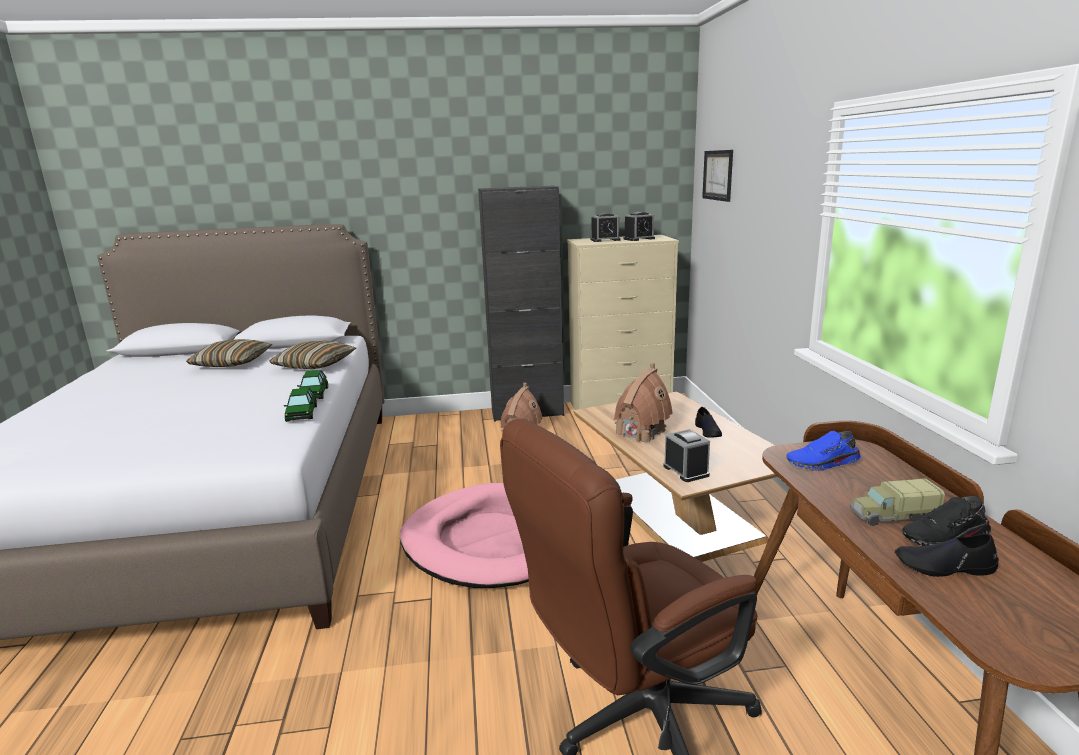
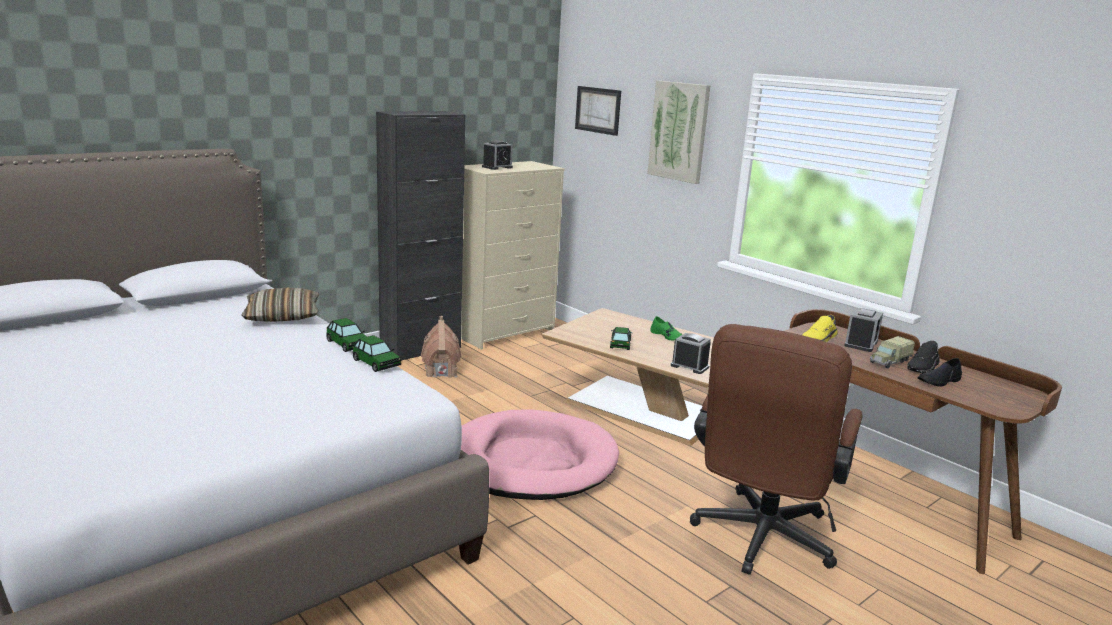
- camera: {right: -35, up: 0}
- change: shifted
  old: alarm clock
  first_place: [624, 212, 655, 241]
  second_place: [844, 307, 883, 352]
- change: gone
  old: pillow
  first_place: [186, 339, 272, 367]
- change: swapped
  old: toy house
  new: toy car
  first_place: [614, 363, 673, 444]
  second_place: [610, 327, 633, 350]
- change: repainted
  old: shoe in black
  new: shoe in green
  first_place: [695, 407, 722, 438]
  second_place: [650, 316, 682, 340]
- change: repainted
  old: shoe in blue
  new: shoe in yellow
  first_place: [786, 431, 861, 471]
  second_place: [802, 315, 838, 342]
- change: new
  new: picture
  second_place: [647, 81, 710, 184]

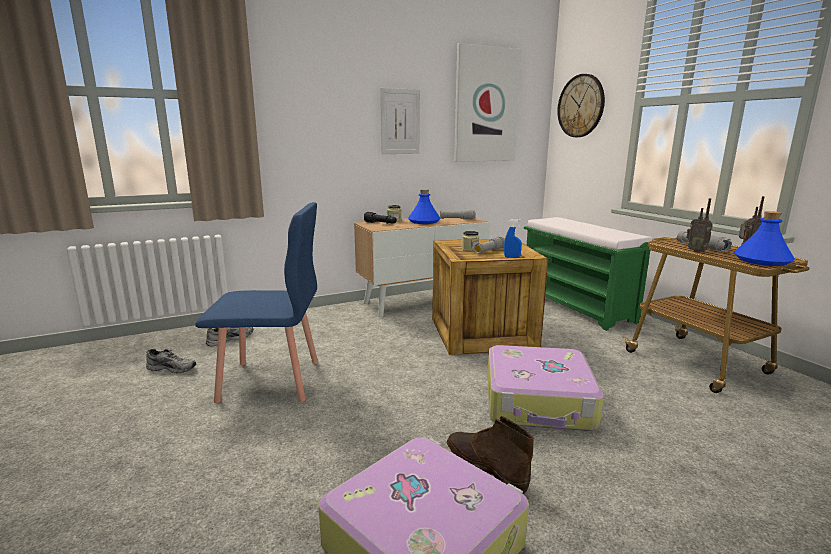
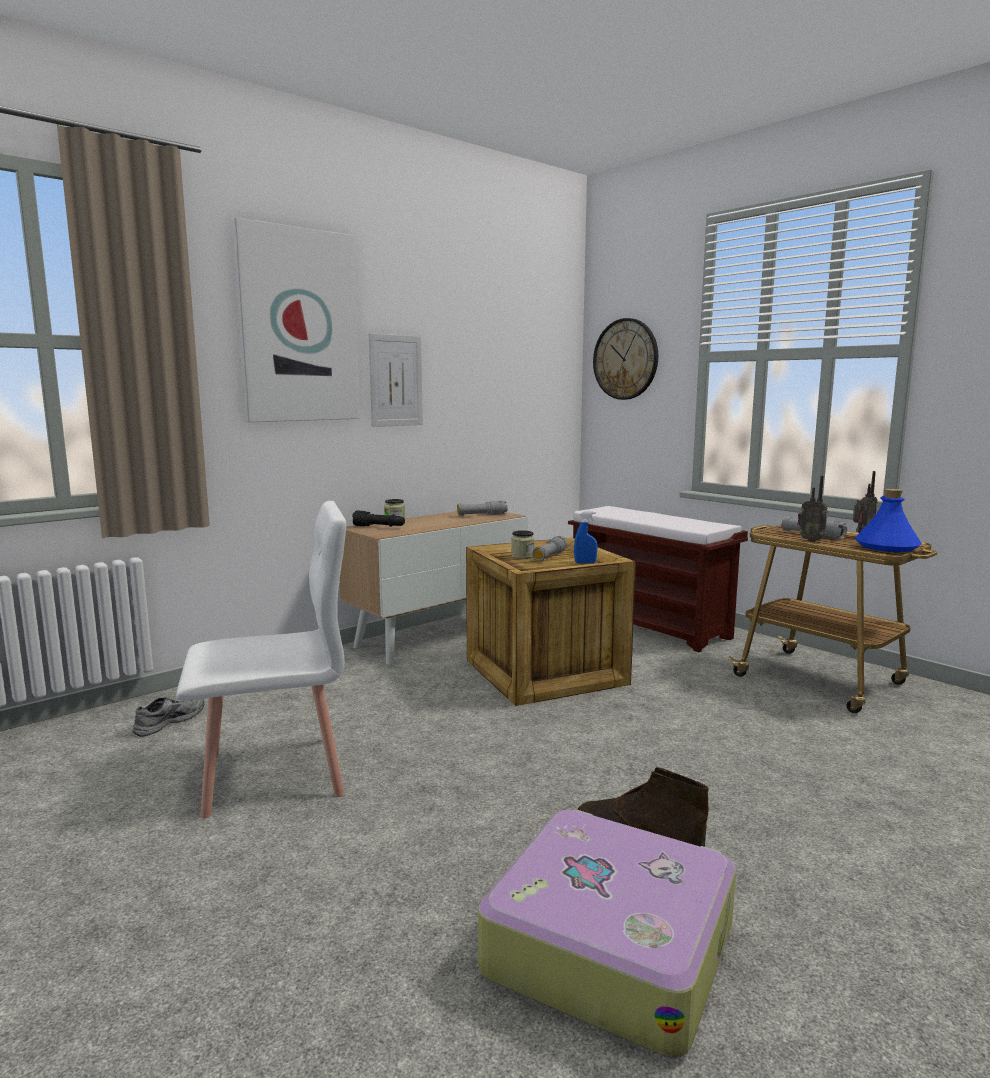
- camera: {right: -15, up: -5}
- change: shifted
  old: picture
  first_place: [454, 43, 522, 162]
  second_place: [232, 217, 360, 422]
- change: gone
  old: bottle in blue
  first_place: [408, 189, 441, 224]
- change: repainted
  old: chair in blue
  new: chair in white
  first_place: [195, 202, 318, 403]
  second_place: [176, 501, 346, 818]
- change: repainted
  old: bench in green
  new: bench in brown
  first_place: [524, 217, 652, 331]
  second_place: [568, 506, 748, 652]
- change: gone
  old: suitcase
  first_place: [487, 345, 604, 431]
- change: gone
  old: shoe in grey
  first_place: [146, 349, 196, 373]

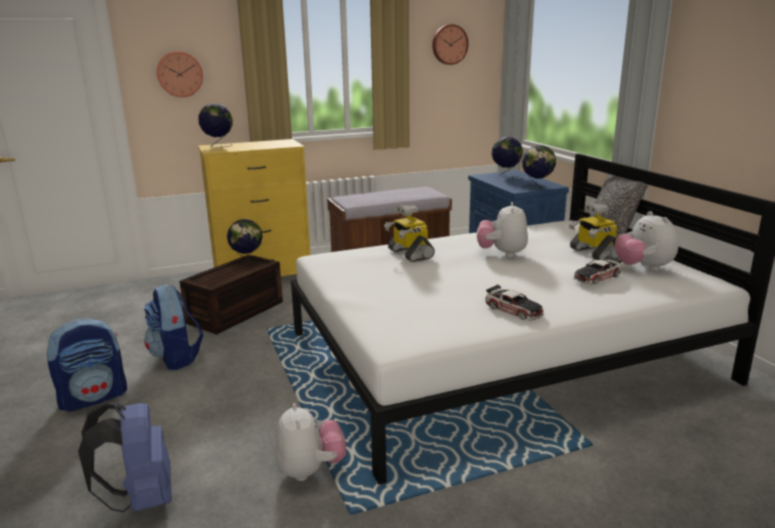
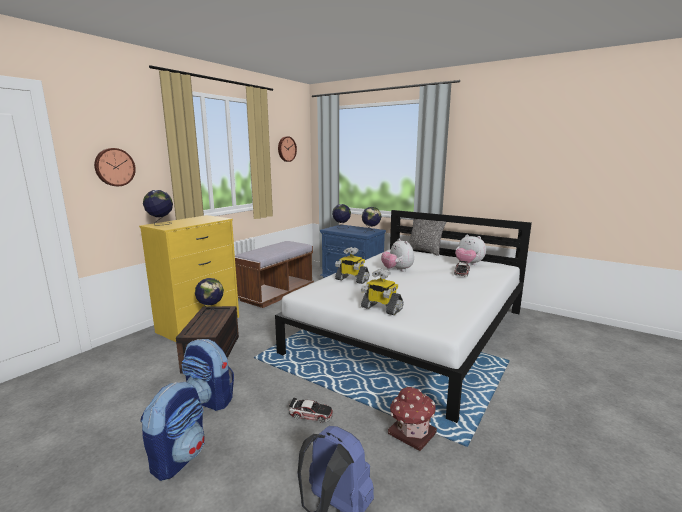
- camera: {right: -35, up: -5}
- change: shifted
  old: toy robot
  first_place: [569, 203, 619, 260]
  second_place: [361, 269, 404, 315]
- change: shifted
  old: toy car
  first_place: [485, 285, 543, 320]
  second_place: [289, 398, 333, 423]
- change: swapped
  old: plush toy
  new: toy house
  first_place: [275, 403, 346, 481]
  second_place: [388, 387, 437, 451]

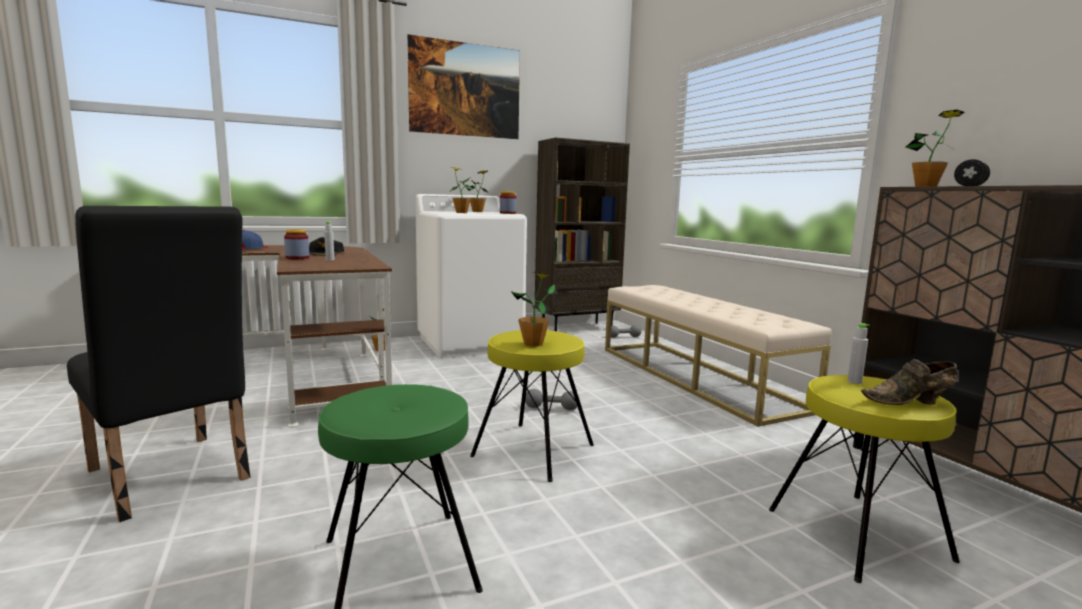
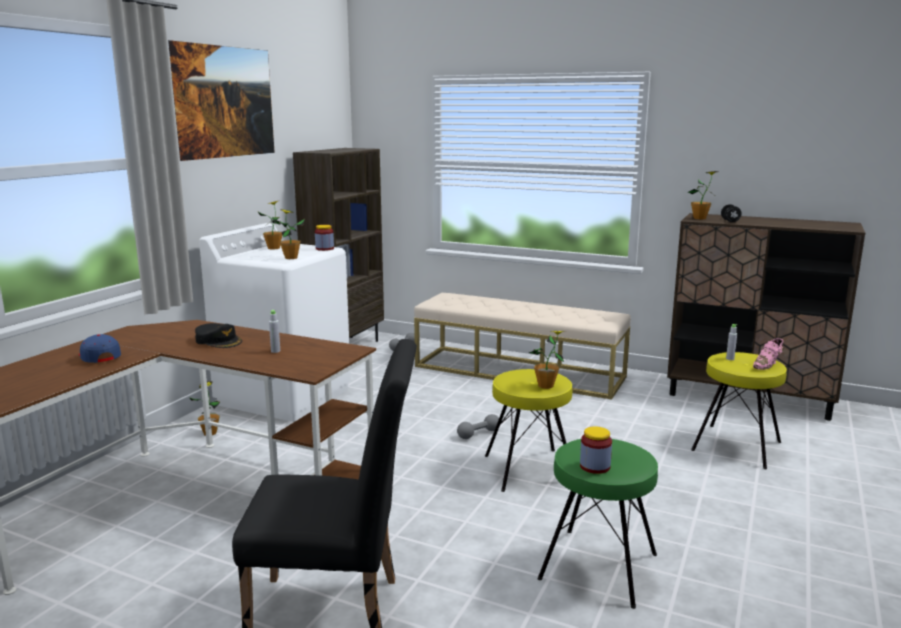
- camera: {right: -40, up: 5}
- change: shifted
  old: jar
  first_place: [284, 230, 309, 259]
  second_place: [580, 426, 612, 474]
- change: repainted
  old: shoe in brown
  new: shoe in pink
  first_place: [861, 359, 958, 405]
  second_place: [753, 338, 784, 370]

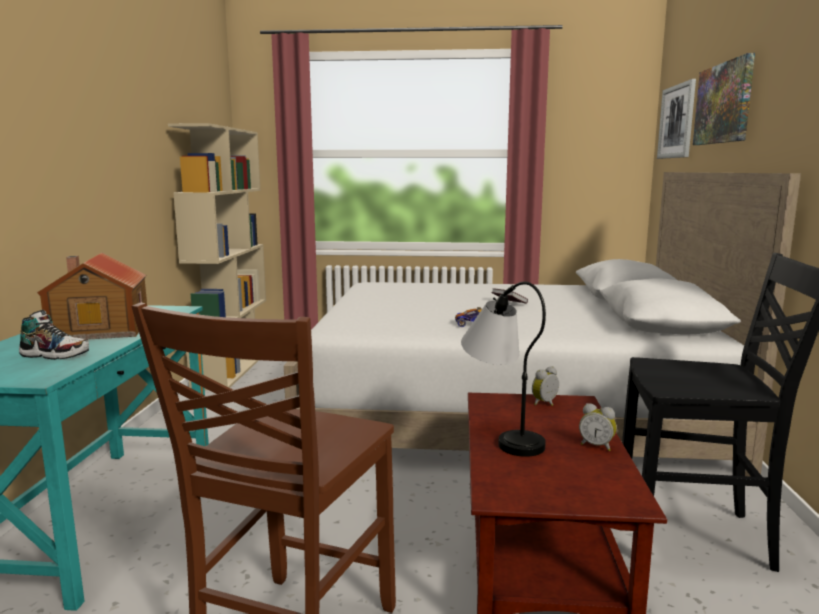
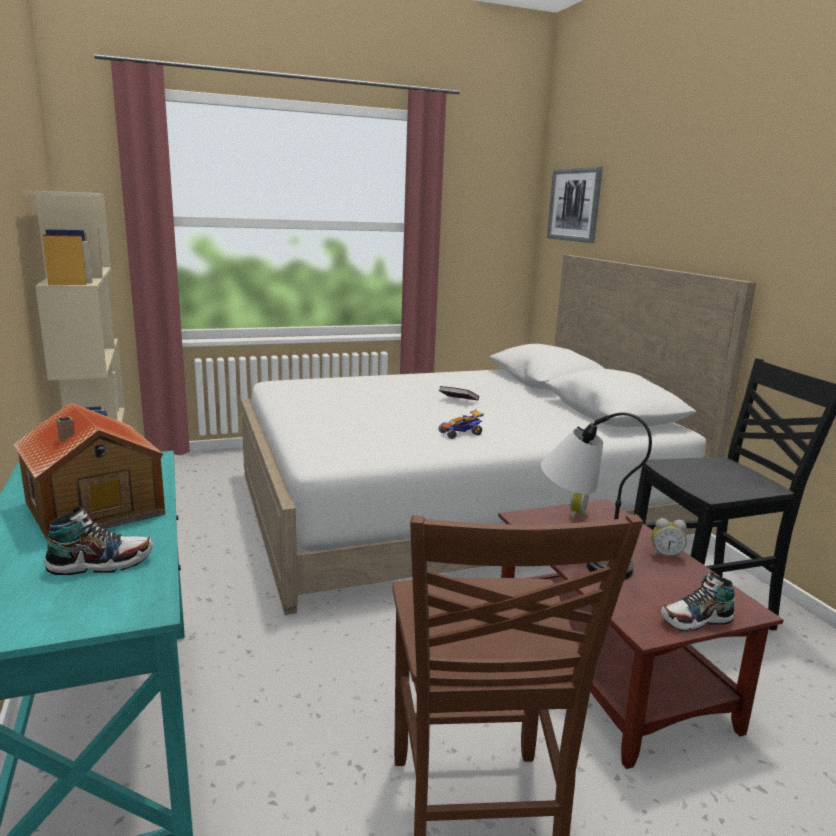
- camera: {right: -25, up: 5}
- change: gone
  old: picture
  first_place: [693, 53, 755, 145]
- change: new
  new: shoe
  second_place: [661, 572, 735, 631]

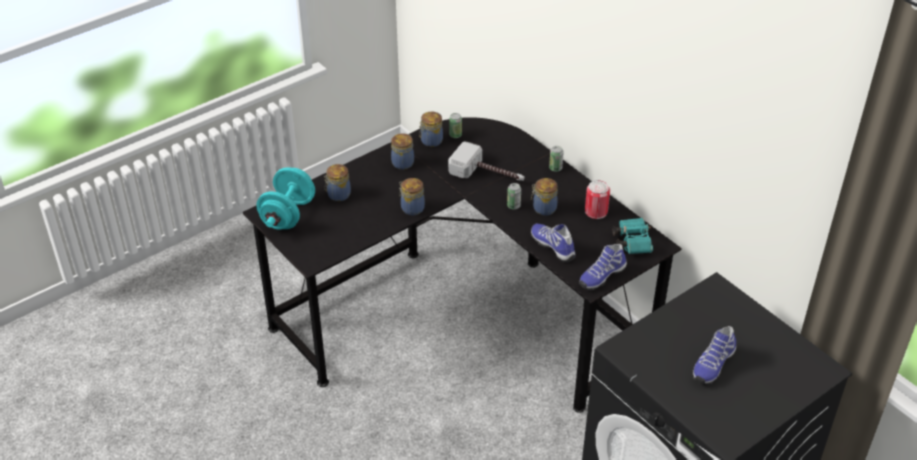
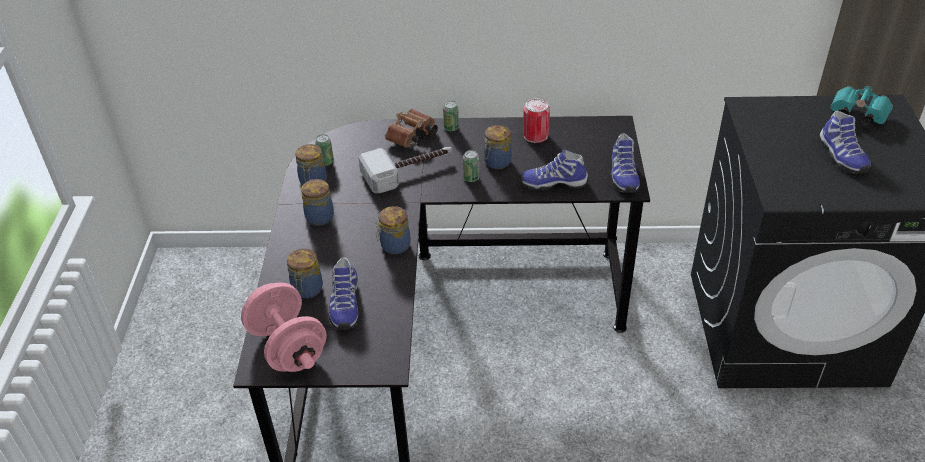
- camera: {right: -50, up: 0}
- change: repainted
  old: dumbbell in turquoise
  new: dumbbell in pink
  first_place: [256, 167, 315, 230]
  second_place: [241, 283, 326, 372]
- change: shifted
  old: binoculars in turquoise
  first_place: [612, 218, 653, 254]
  second_place: [830, 86, 893, 127]
- change: new
  new: binoculars in brown
  second_place: [385, 109, 438, 148]
- change: new
  new: shoe
  second_place: [329, 257, 359, 330]

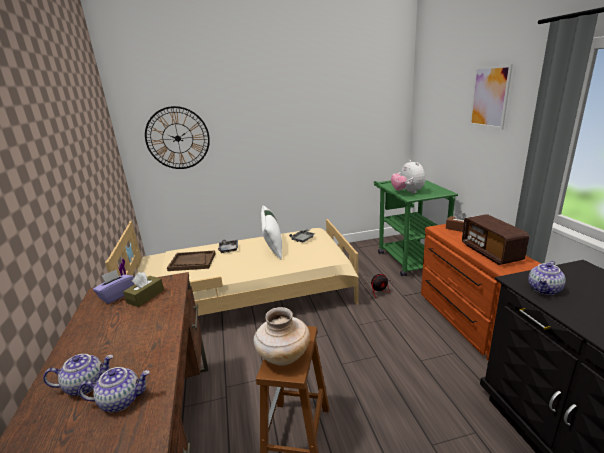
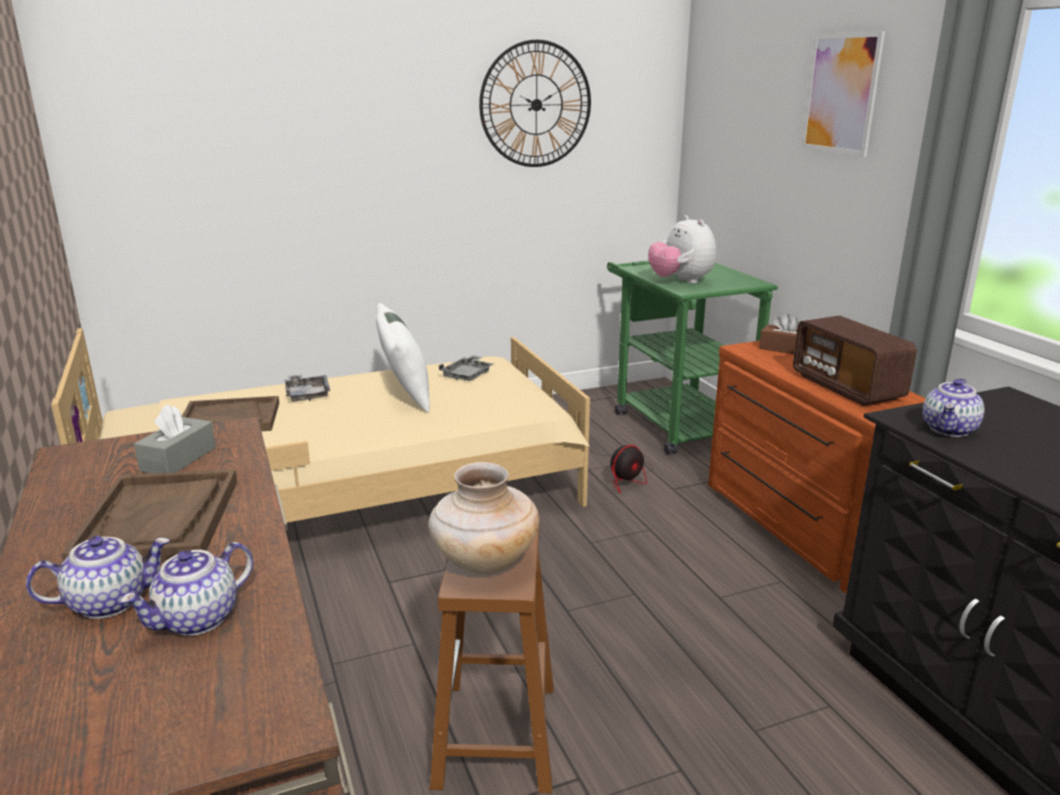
- camera: {right: -10, up: 0}
- change: shifted
  old: wall clock
  first_place: [145, 106, 210, 169]
  second_place: [479, 40, 591, 167]
- change: gone
  old: tissue box in purple
  first_place: [93, 270, 134, 304]
- change: repainted
  old: tissue box in brown
  new: tissue box in grey
  first_place: [123, 272, 164, 307]
  second_place: [134, 404, 216, 474]
- change: rotated
  old: teapot
  first_place: [79, 367, 150, 412]
  second_place: [120, 542, 253, 636]
  degrees: 150
- change: new
  new: tray in brown
  second_place: [61, 469, 237, 562]

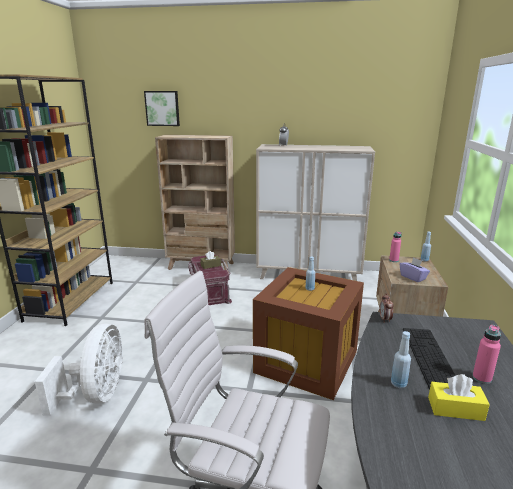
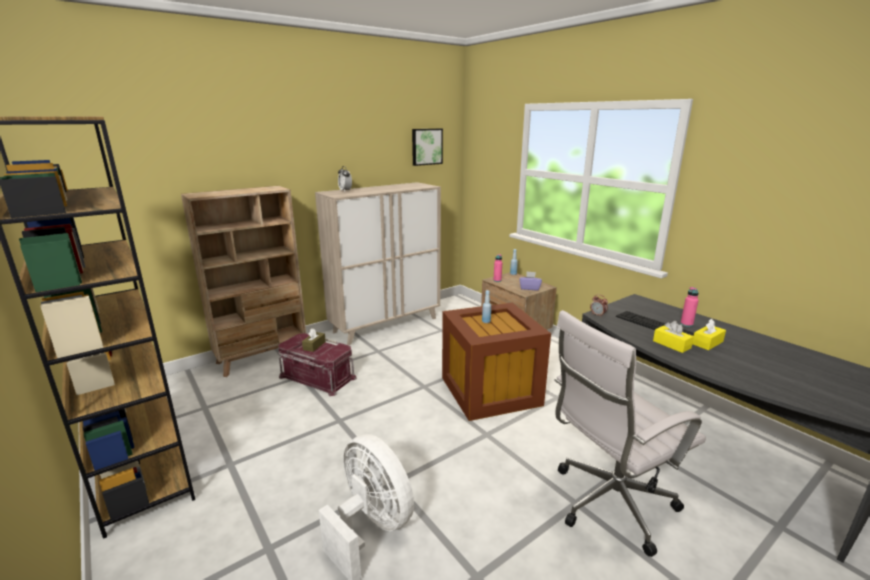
- camera: {right: -45, up: 0}
- change: shifted
  old: picture
  first_place: [144, 91, 180, 126]
  second_place: [412, 129, 443, 166]
- change: swapped
  old: bottle in blue
  new: tissue box in yellow
  first_place: [391, 331, 411, 388]
  second_place: [653, 321, 694, 353]

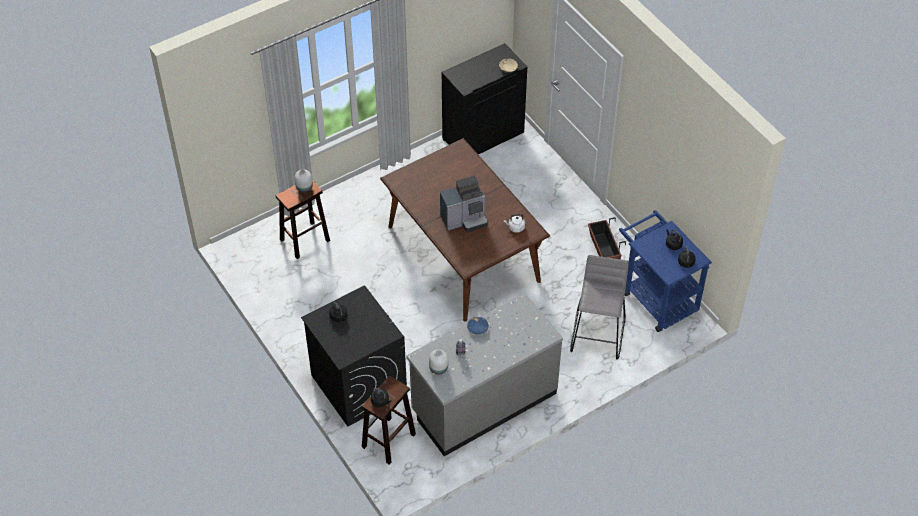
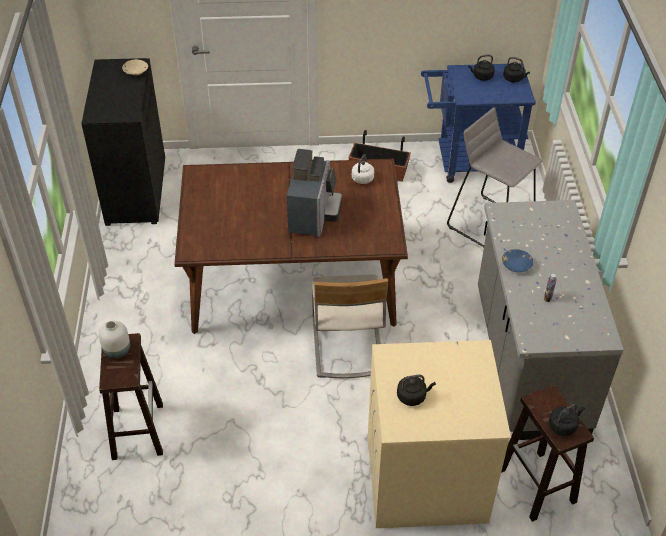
- camera: {right: -60, up: -5}
- change: repainted
  old: washing machine in black
  new: washing machine in beige
  first_place: [301, 285, 407, 427]
  second_place: [368, 340, 511, 528]
- change: gone
  old: vase in white
  first_place: [429, 349, 448, 375]
- change: new
  new: chair in beige
  second_place: [312, 274, 388, 378]

